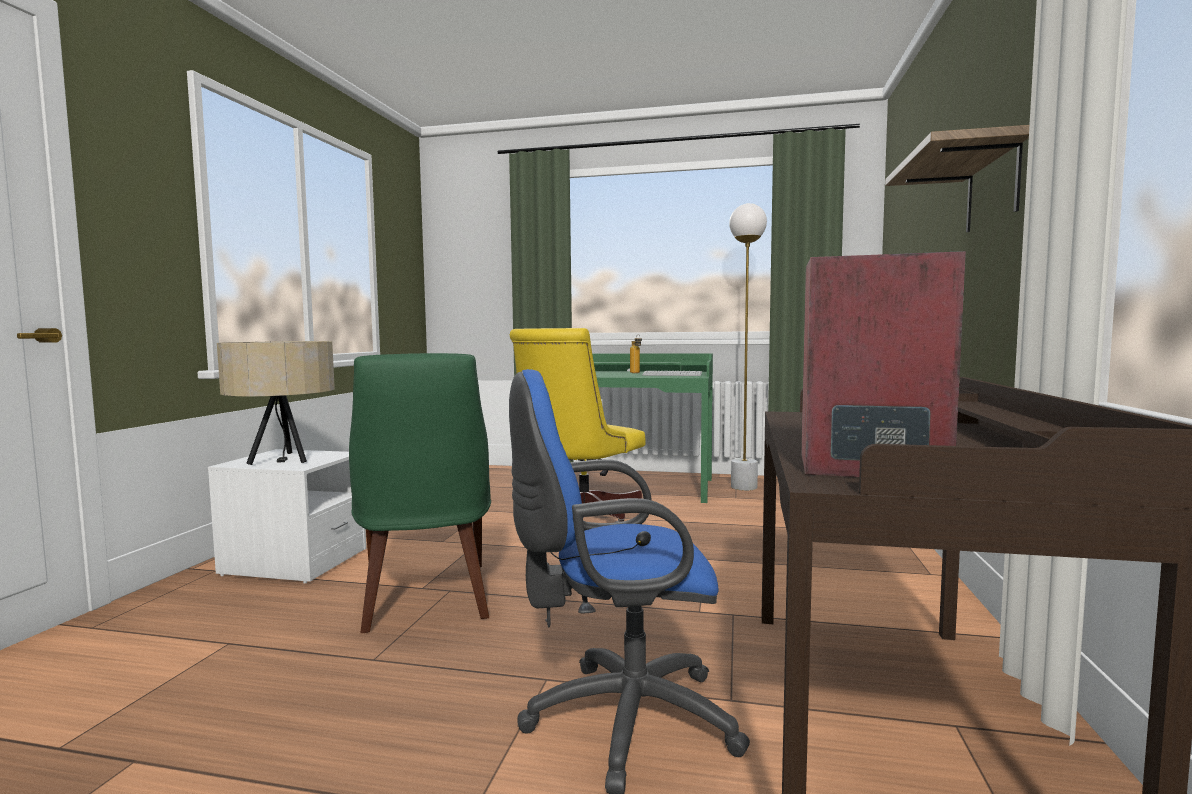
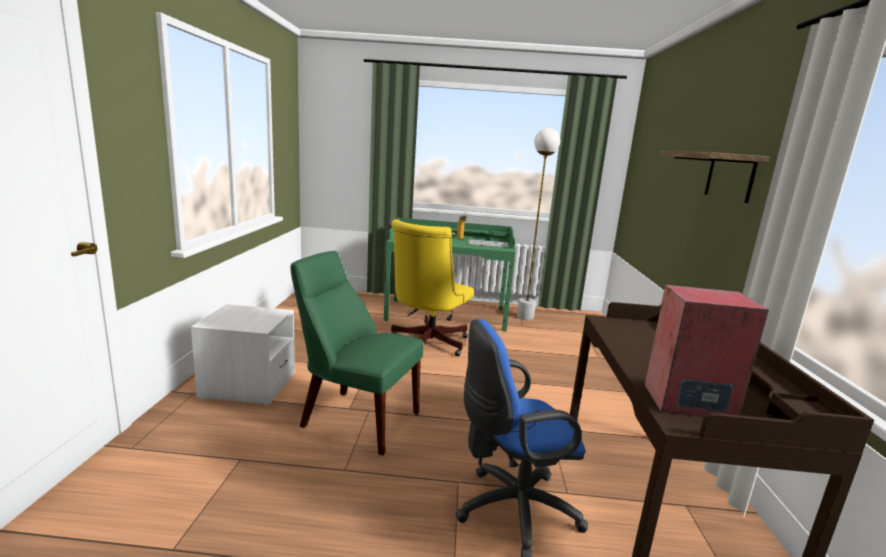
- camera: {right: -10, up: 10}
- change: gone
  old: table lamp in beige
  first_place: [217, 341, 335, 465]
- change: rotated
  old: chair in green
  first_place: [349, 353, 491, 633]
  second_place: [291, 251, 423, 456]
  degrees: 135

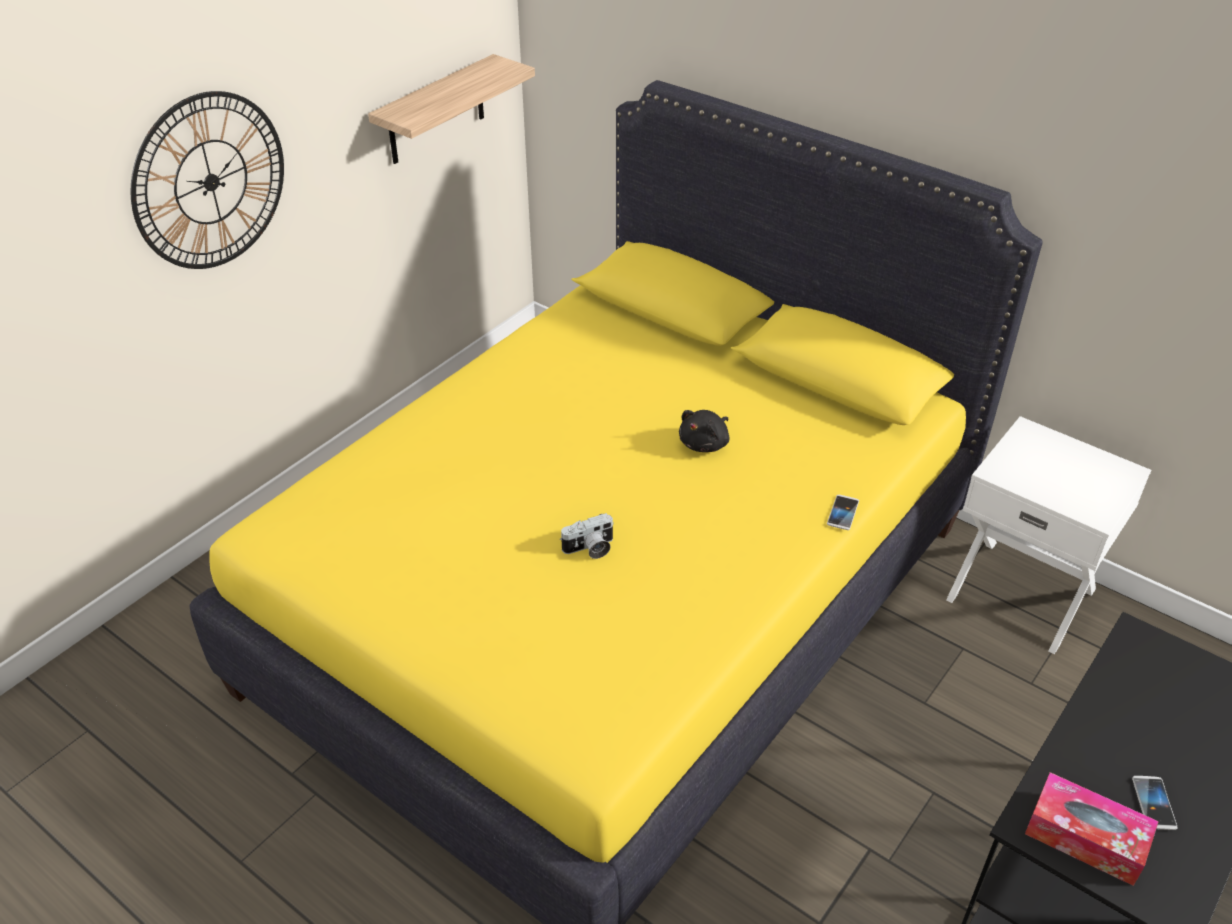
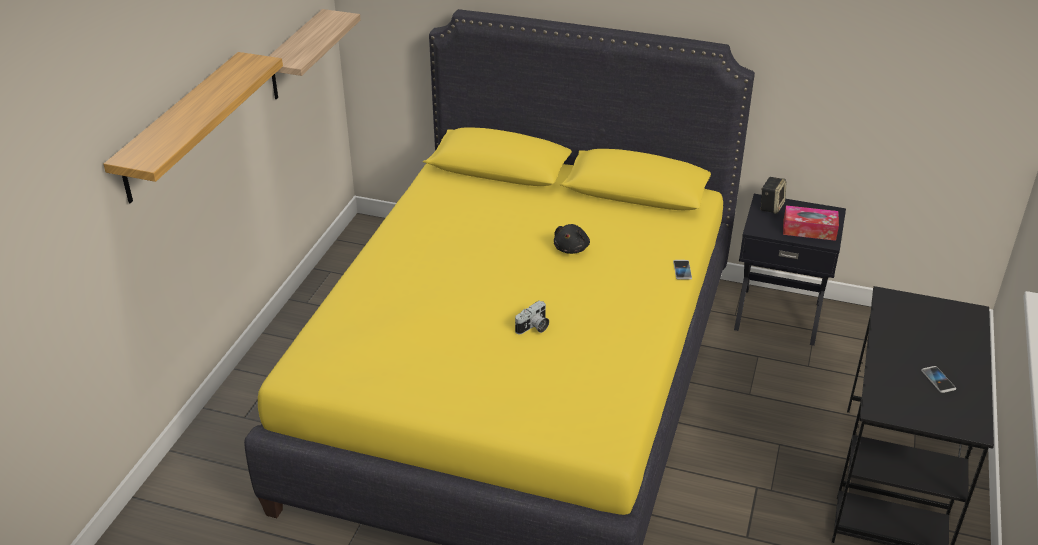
- camera: {right: -20, up: -5}
- change: swapped
  old: wall clock
  new: shelf
  first_place: [130, 91, 284, 269]
  second_place: [103, 52, 283, 203]
- change: repainted
  old: nightstand in white
  new: nightstand in black
  first_place: [946, 416, 1151, 654]
  second_place: [734, 194, 846, 346]
- change: shifted
  old: tissue box
  first_place: [1025, 772, 1159, 886]
  second_place: [783, 205, 839, 241]
- change: new
  new: speaker
  second_place: [760, 177, 786, 214]

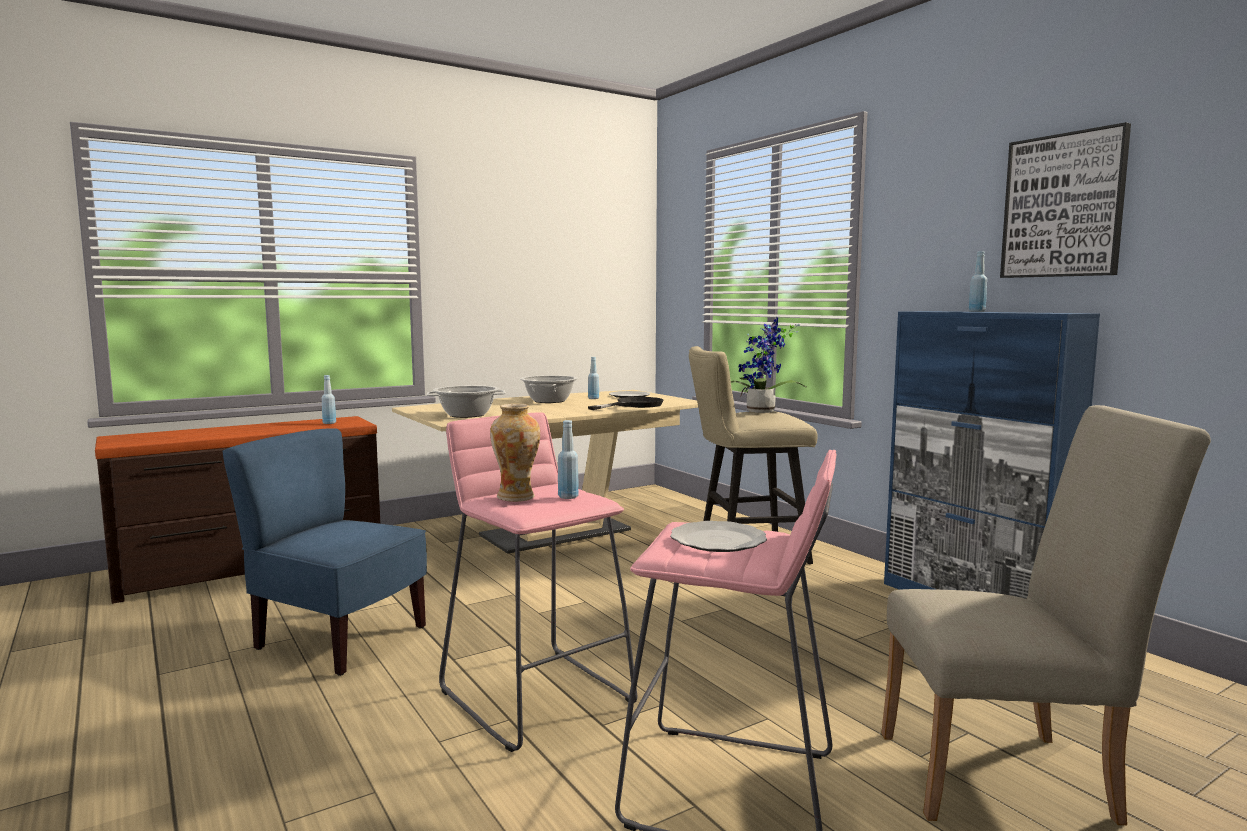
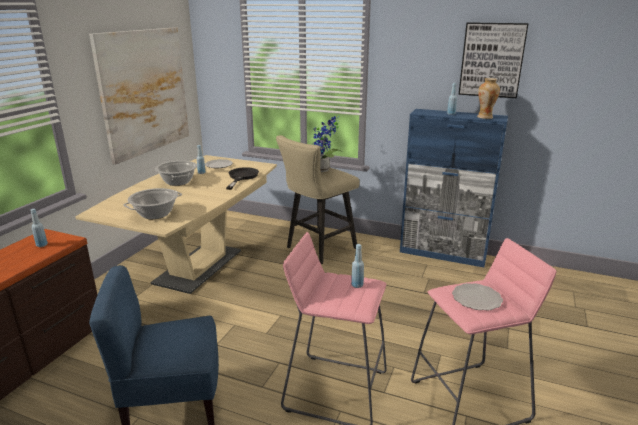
- camera: {right: -35, up: 15}
- change: shifted
  old: vase
  first_place: [490, 404, 540, 502]
  second_place: [477, 78, 500, 119]
- change: gone
  old: chair in beige
  first_place: [881, 405, 1211, 825]
- change: new
  new: picture
  second_place: [89, 28, 189, 165]

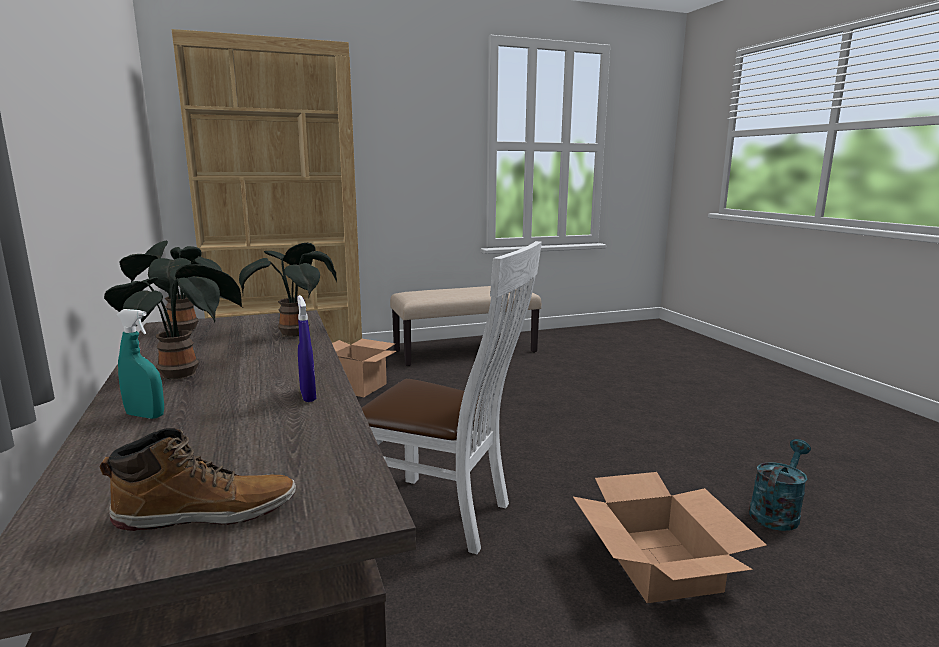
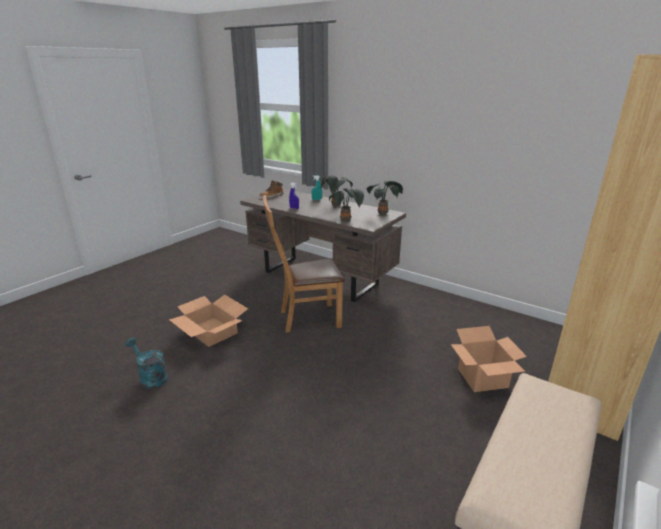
- camera: {right: 145, up: 10}
- change: repainted
  old: chair in white
  new: chair in brown
  first_place: [362, 241, 542, 554]
  second_place: [263, 195, 345, 333]
- change: rotated
  old: watering can in turquoise
  first_place: [749, 439, 811, 531]
  second_place: [125, 338, 168, 389]
  degrees: 120

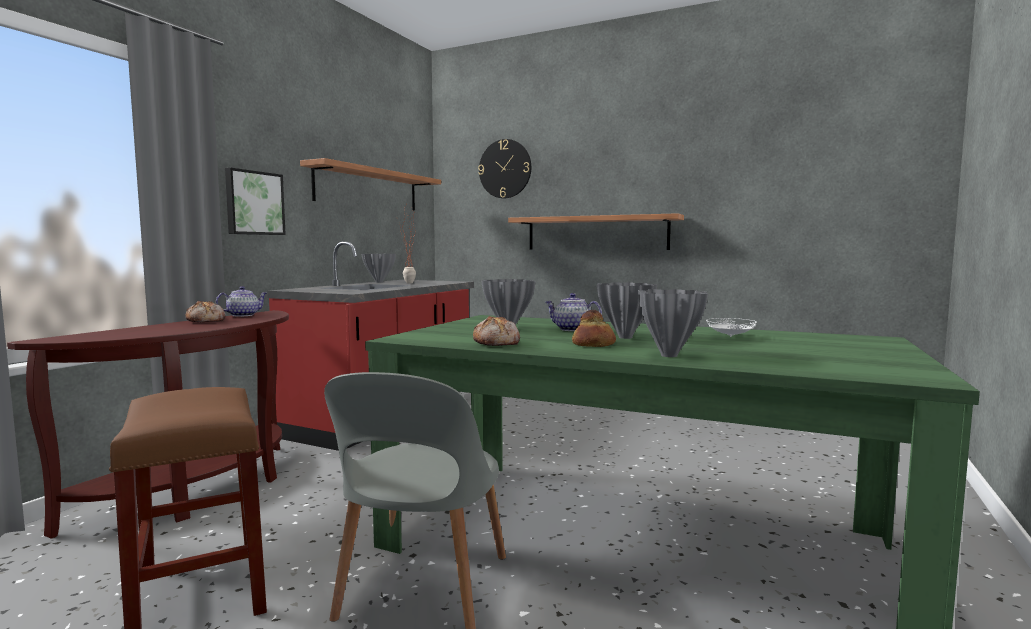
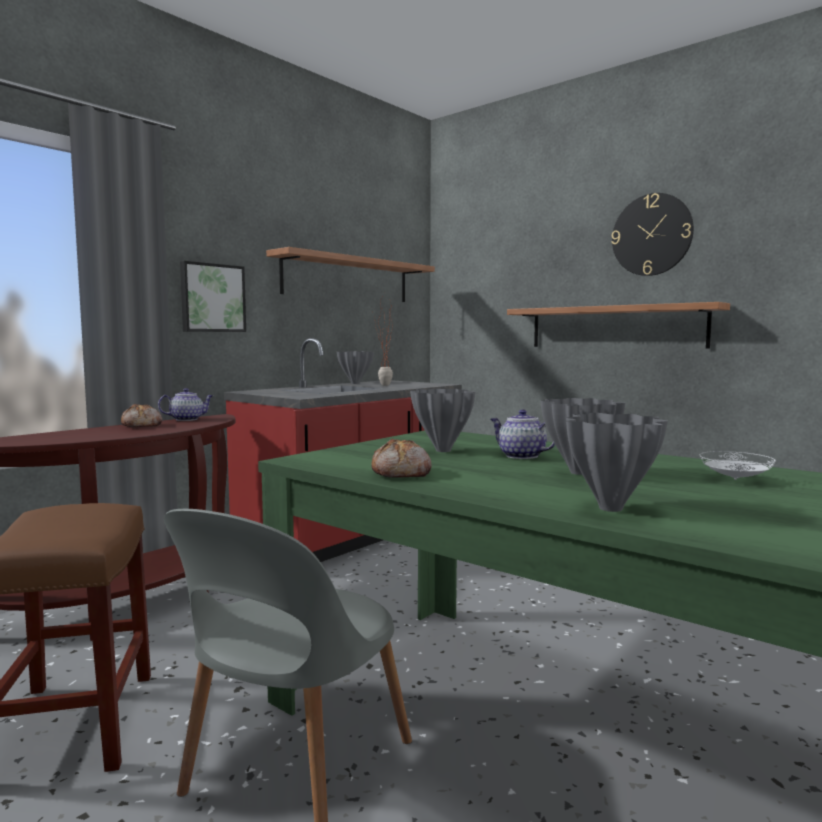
- camera: {right: 15, up: 0}
- change: shifted
  old: wall clock
  first_place: [478, 139, 531, 198]
  second_place: [611, 193, 694, 276]
- change: gone
  old: bread
  first_place: [572, 310, 616, 347]

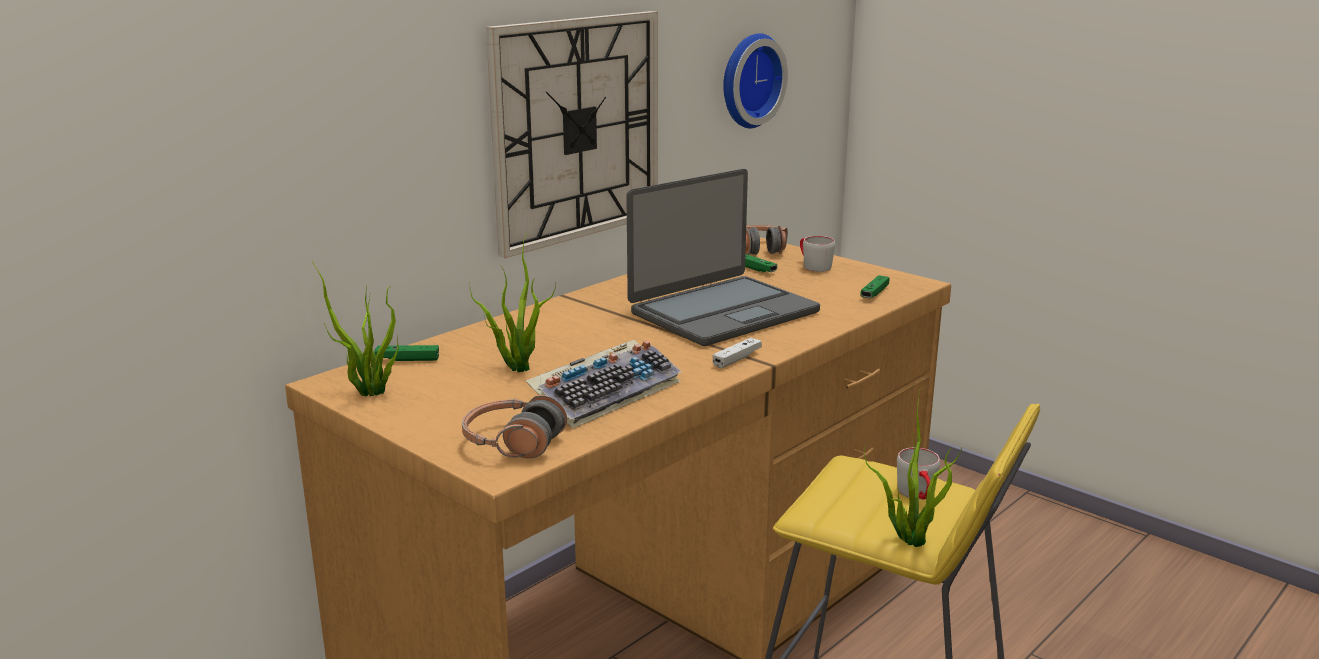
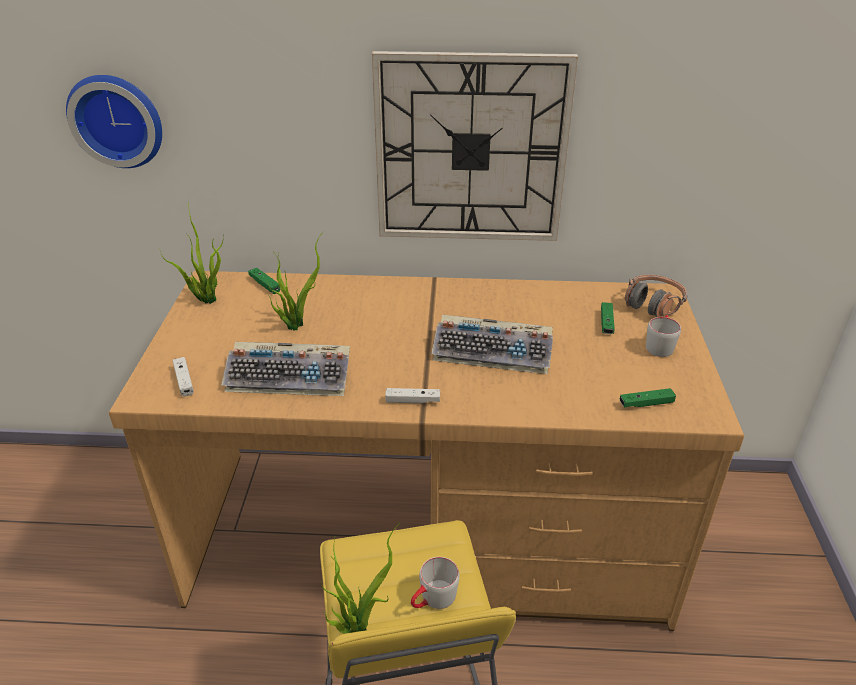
- camera: {right: 50, up: 15}
- change: shifted
  old: wall clock
  first_place: [723, 33, 788, 128]
  second_place: [66, 75, 162, 168]
- change: swapped
  old: laptop
  new: keyboard
  first_place: [626, 169, 820, 346]
  second_place: [431, 315, 553, 374]
- change: swapped
  old: headphones
  new: game controller in white
  first_place: [462, 395, 567, 458]
  second_place: [173, 357, 194, 396]

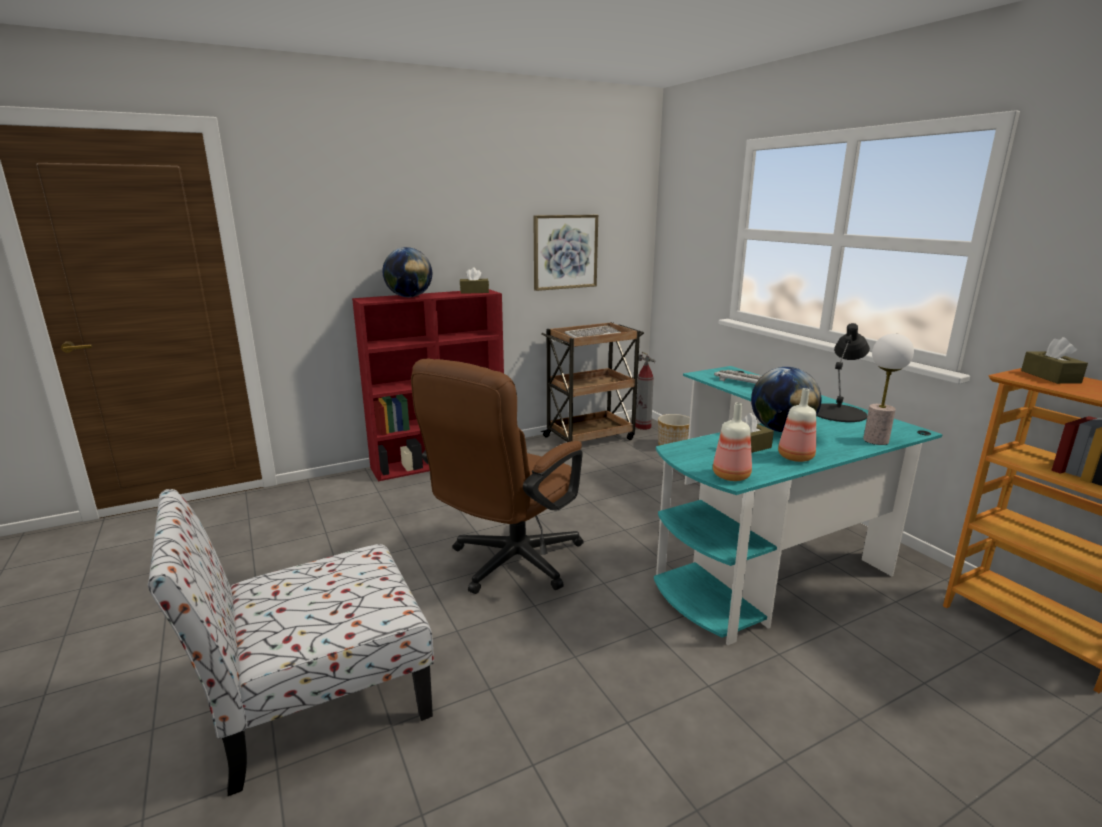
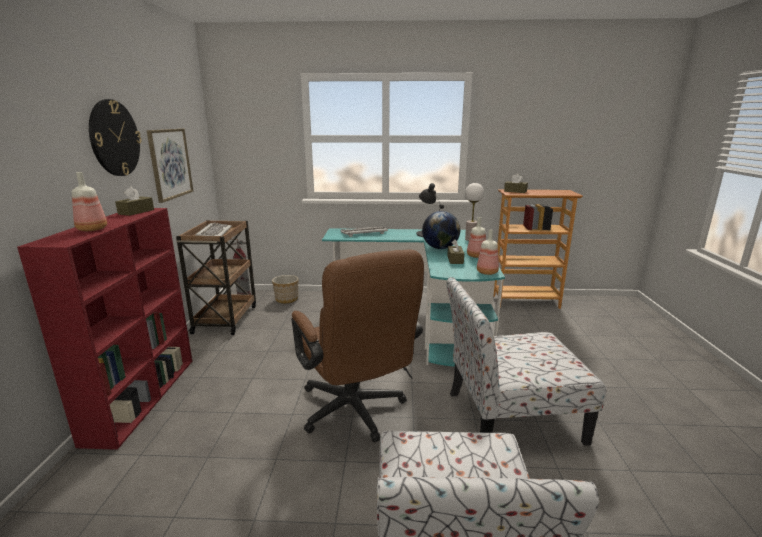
- camera: {right: -60, up: 0}
- change: swapped
  old: globe
  new: bottle
  first_place: [382, 247, 432, 297]
  second_place: [72, 172, 107, 231]
- change: new
  new: wall clock
  second_place: [89, 99, 142, 176]
- change: new
  new: chair
  second_place: [446, 277, 606, 446]

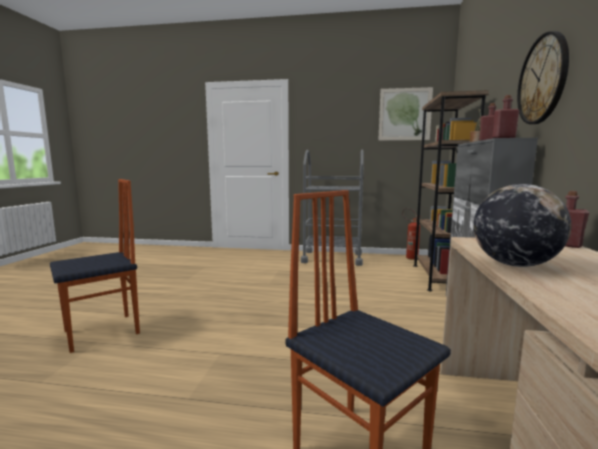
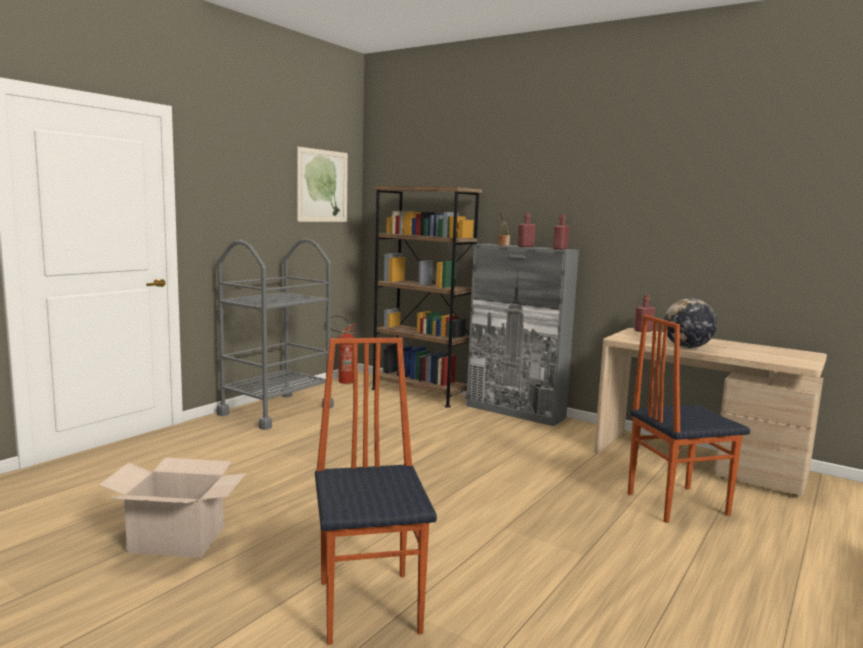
- camera: {right: -65, up: 0}
- change: gone
  old: wall clock
  first_place: [517, 31, 569, 124]
- change: new
  new: cardboard box
  second_place: [99, 458, 247, 558]

